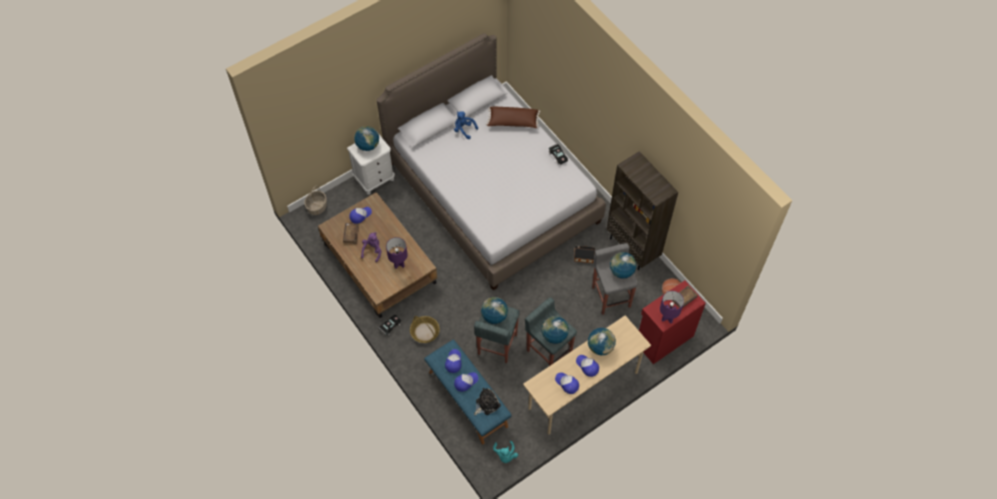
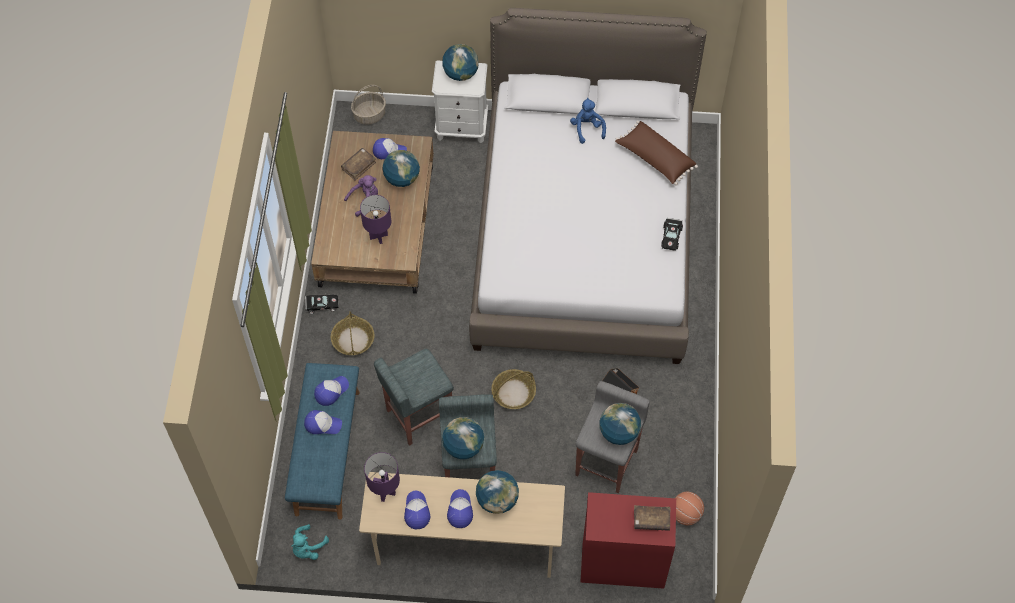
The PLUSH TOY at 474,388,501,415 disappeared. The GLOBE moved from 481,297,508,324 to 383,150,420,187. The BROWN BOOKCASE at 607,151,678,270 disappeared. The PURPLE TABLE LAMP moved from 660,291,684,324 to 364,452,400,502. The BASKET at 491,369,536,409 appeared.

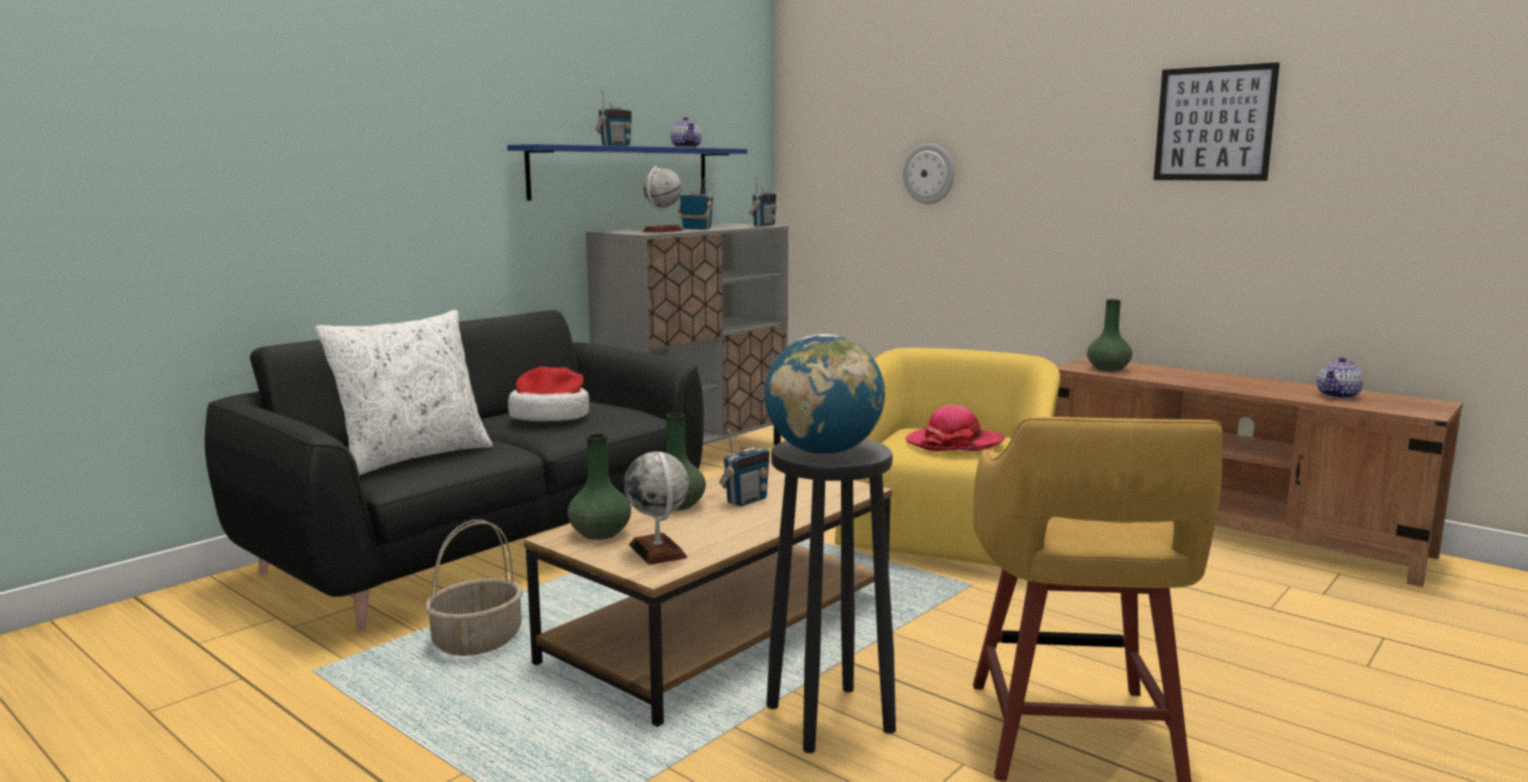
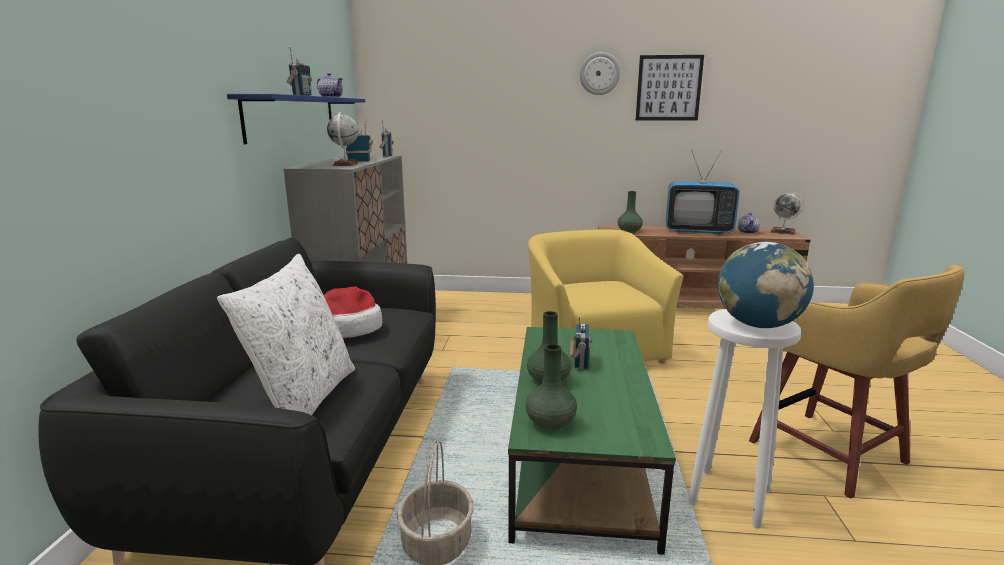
The BROWN COFFEE TABLE at 524,460,892,727 became the GREEN COFFEE TABLE at 508,327,676,555. The GLOBE moved from 624,451,689,565 to 770,192,803,235. The BLACK STOOL at 767,439,896,753 became the WHITE STOOL at 688,309,801,529. The WALL CLOCK moved from 903,143,954,204 to 580,52,620,95. The HAT at 905,405,1005,452 disappeared. The TELEVISION at 666,150,740,234 appeared.

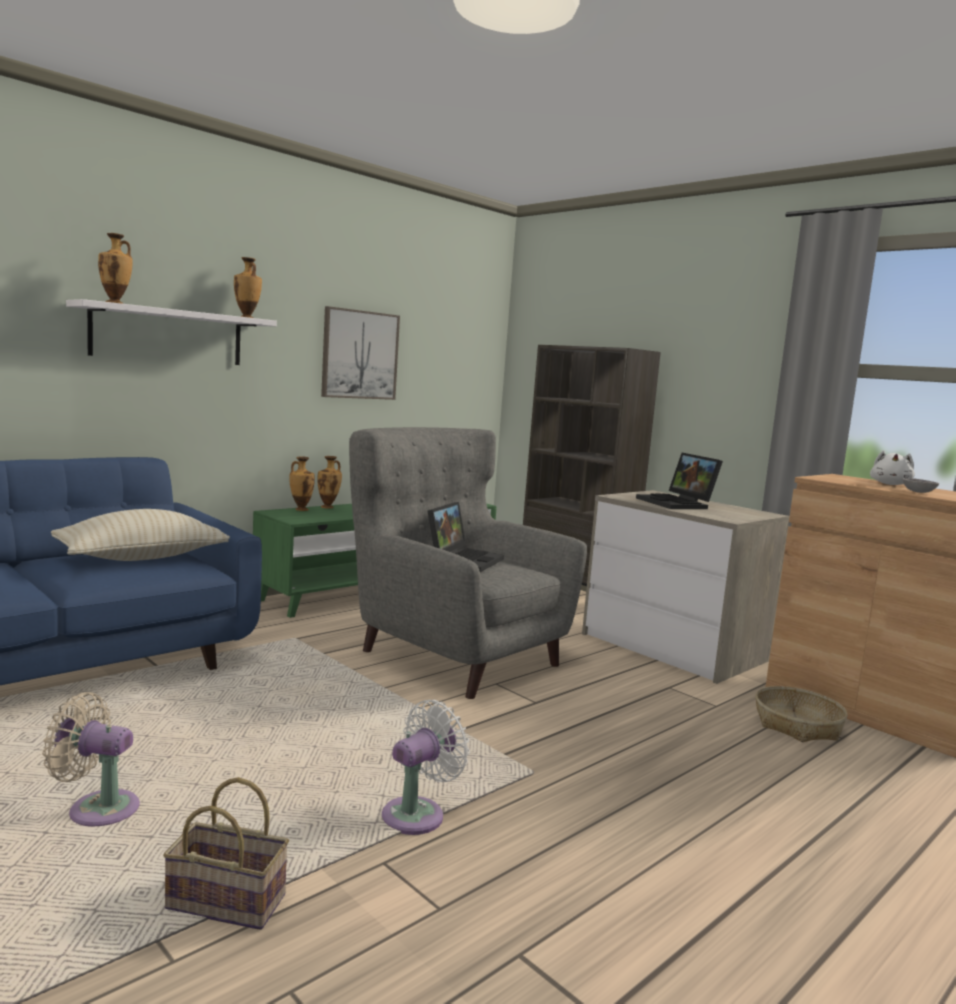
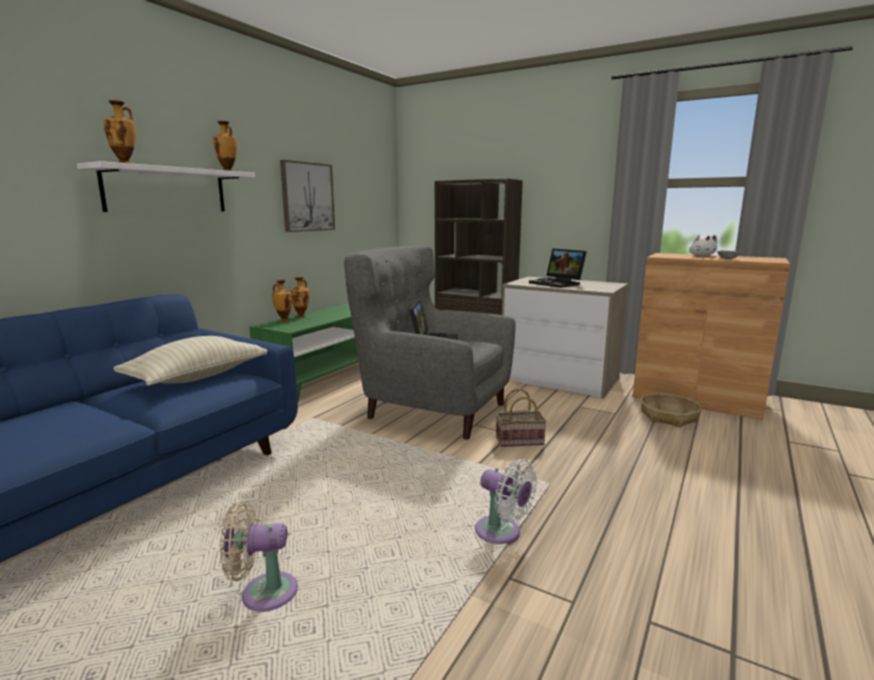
The BASKET moved from 163,777,289,930 to 496,389,547,447. The WHITE FAN at 382,700,470,835 turned 105 degrees clockwise.

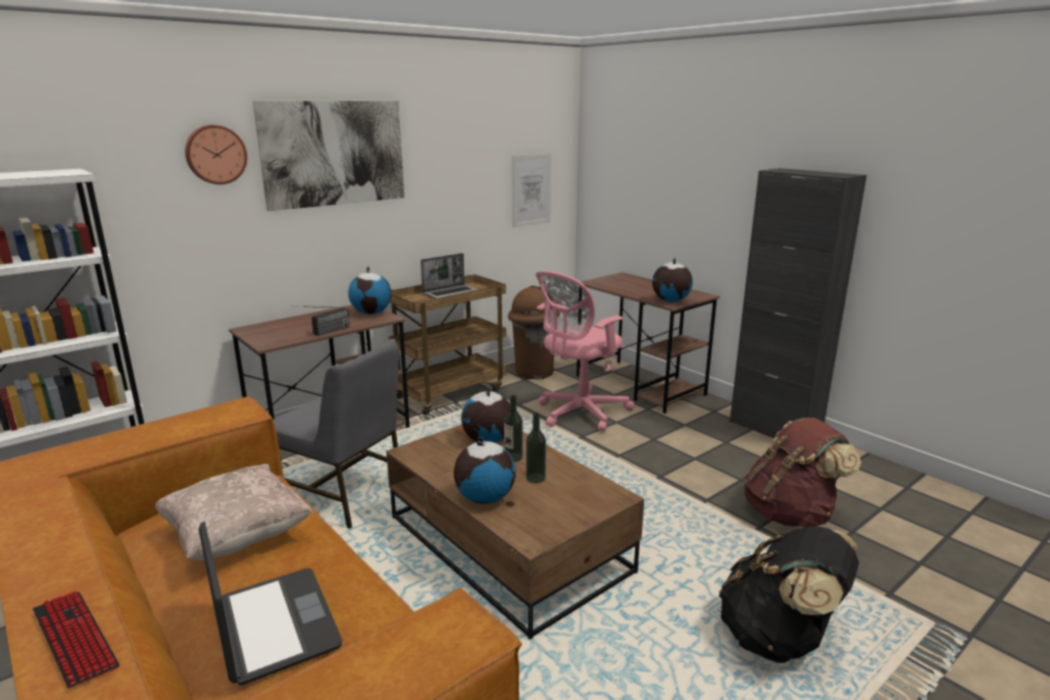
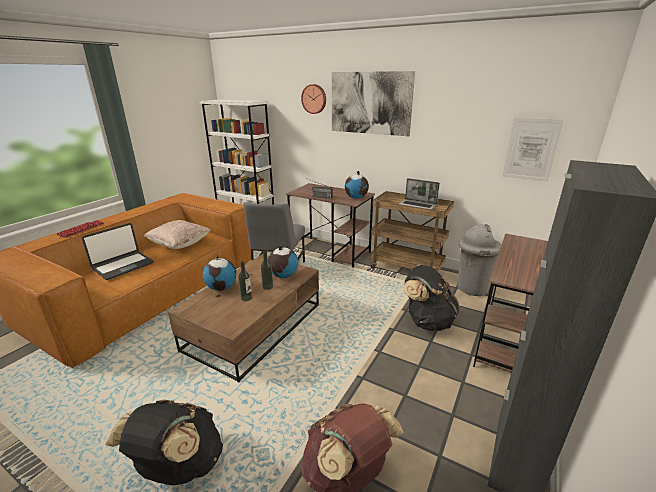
The BROWN TRASH CAN at 508,286,559,379 became the GREY TRASH CAN at 457,224,501,296. The PINK OFFICE CHAIR at 536,271,635,432 was replaced by the BLACK BACKPACK at 403,265,459,331. The GLOBE at 652,258,693,302 disappeared.

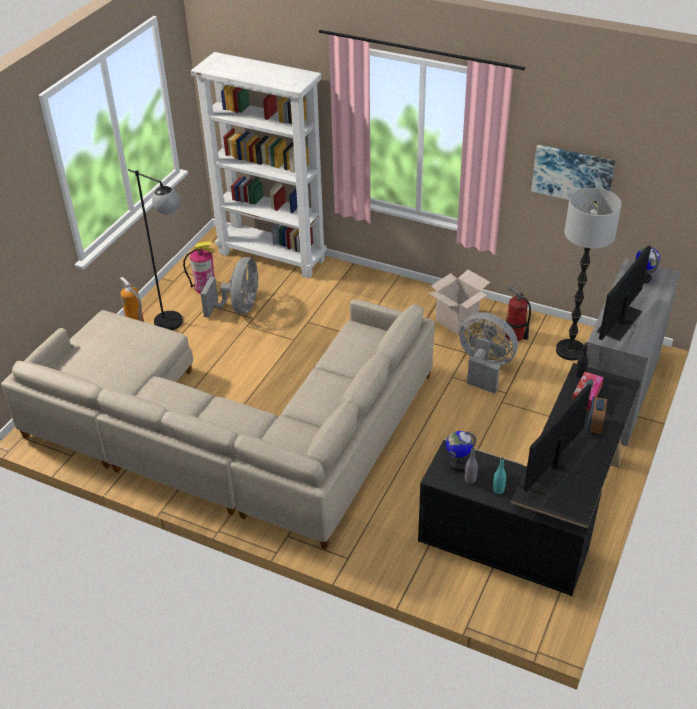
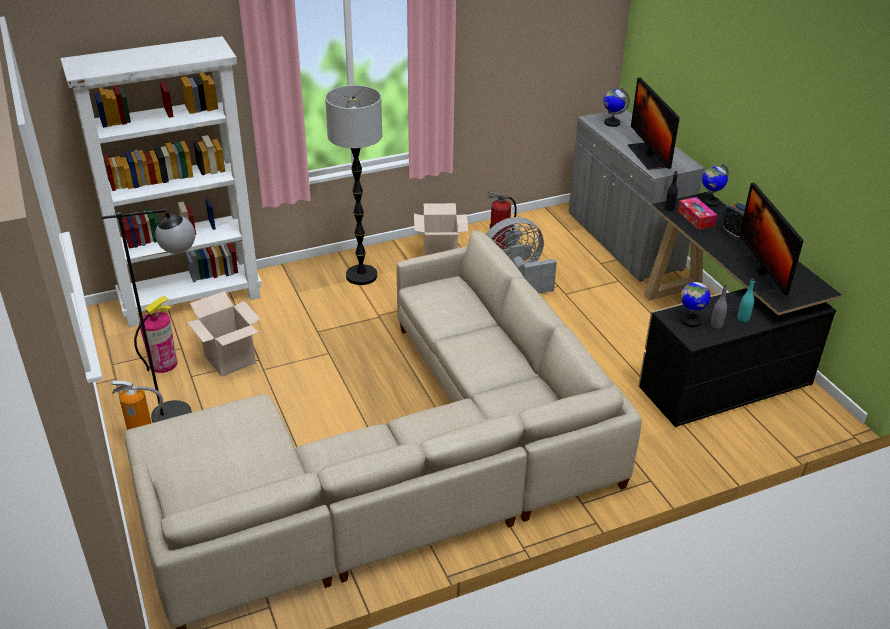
The GREY FAN at 201,257,259,318 was replaced by the CARDBOARD BOX at 188,291,261,377. The PICTURE at 531,145,615,200 disappeared. The FLOOR LAMP moved from 556,188,622,360 to 325,85,382,285. The GLOBE at 702,164,729,207 appeared.

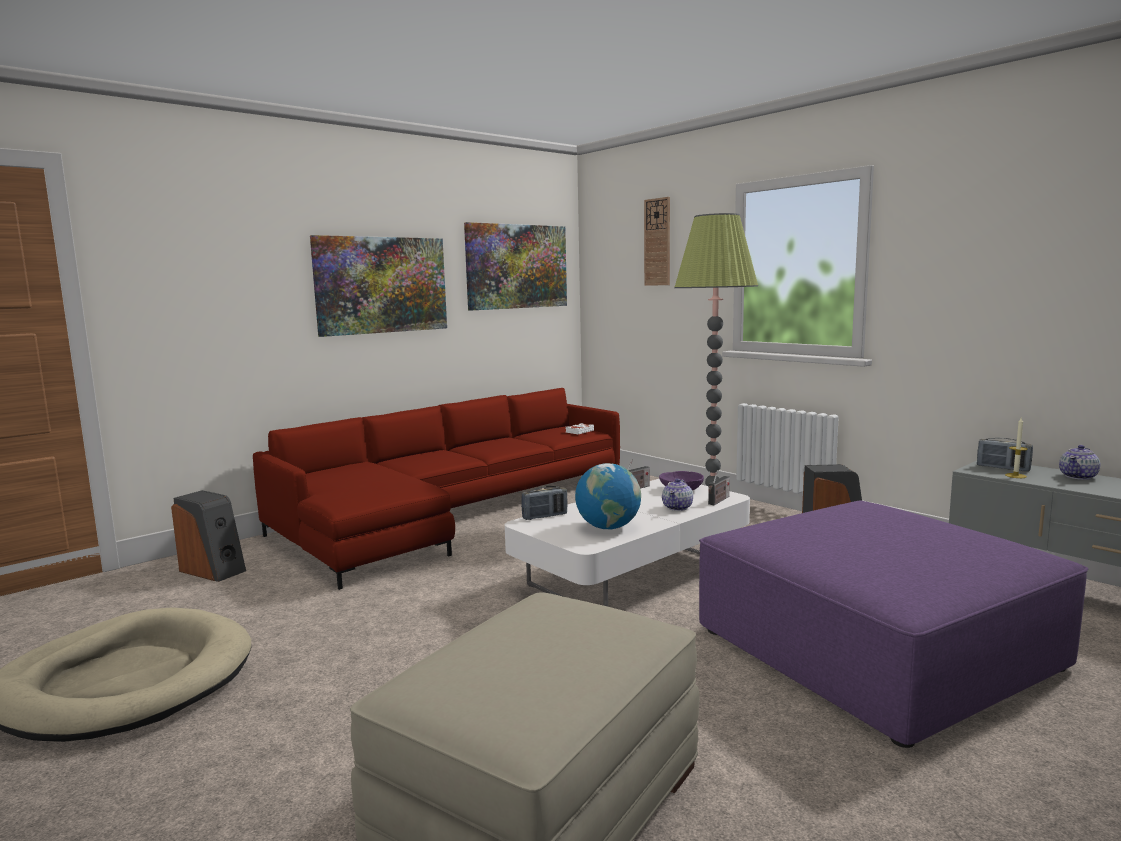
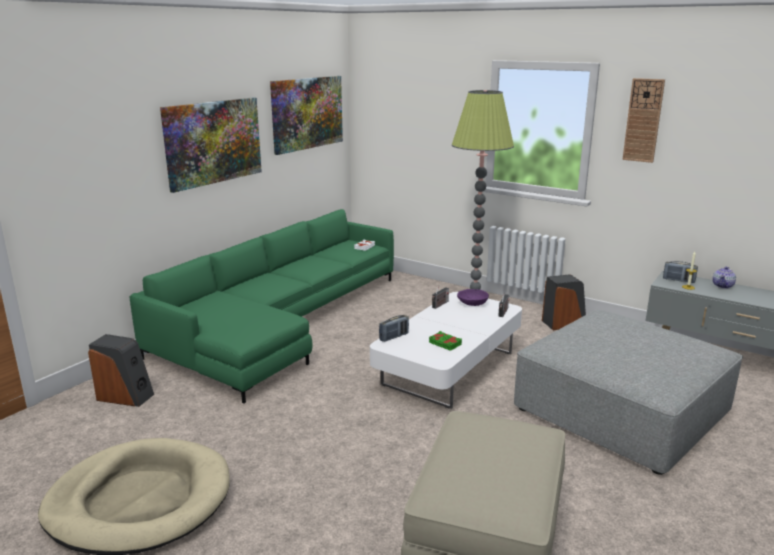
The RED SOFA at 253,388,620,590 became the GREEN SOFA at 130,209,394,404. The GLOBE at 575,463,641,529 was replaced by the GREEN BOOK at 429,331,462,351. The WALL CLOCK moved from 644,197,670,286 to 622,78,665,163. The TEAPOT at 662,478,693,511 disappeared. The PURPLE OTTOMAN at 699,501,1088,748 became the GREY OTTOMAN at 514,310,743,475.

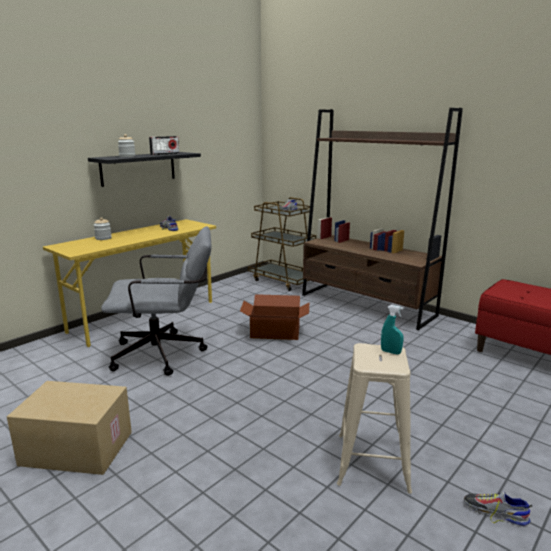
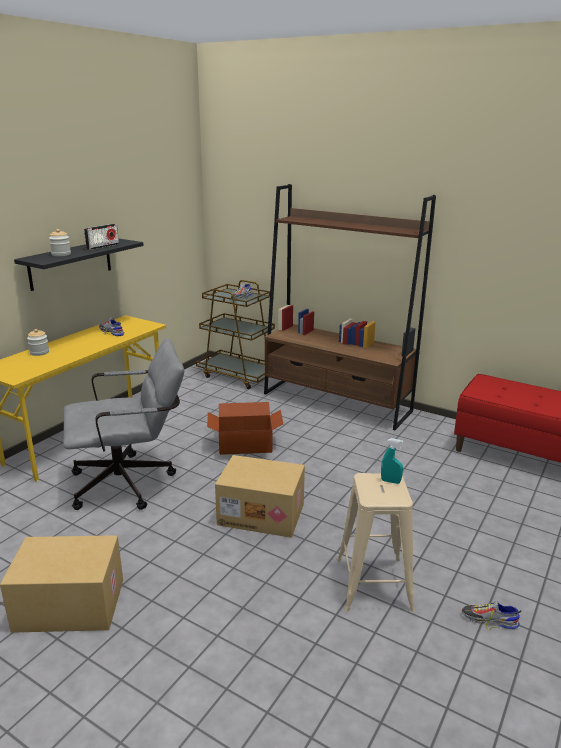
The CARDBOARD BOX at 215,455,305,538 appeared.

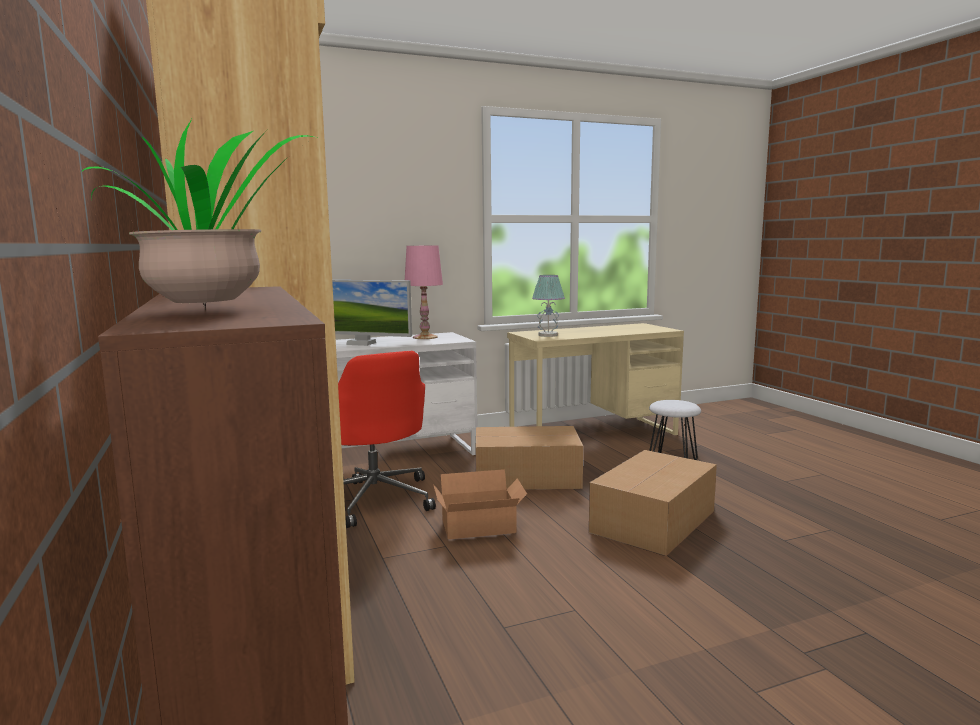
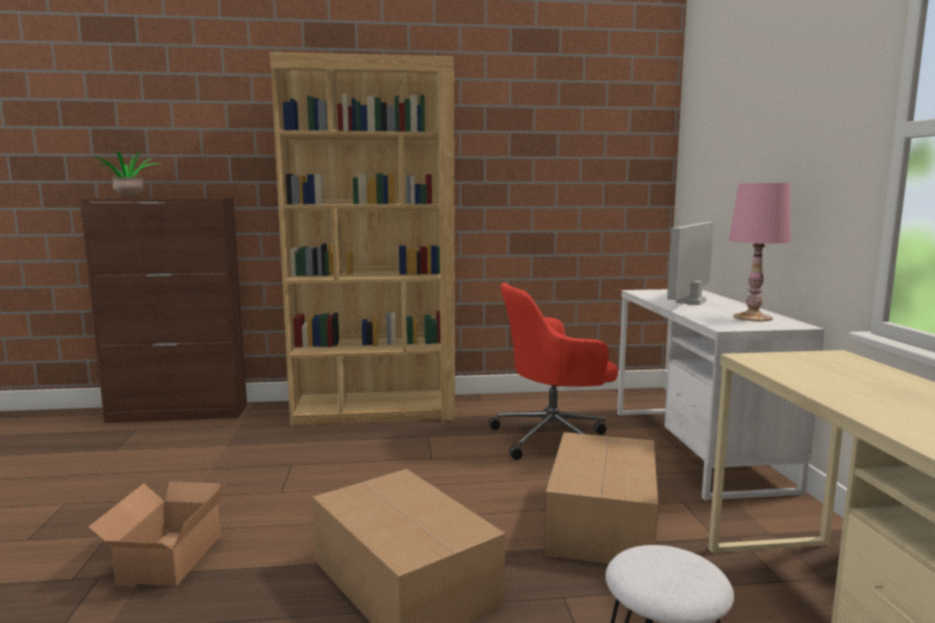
The CARDBOARD BOX moved from 433,469,527,539 to 89,481,227,586. The TABLE LAMP at 532,275,565,337 disappeared.

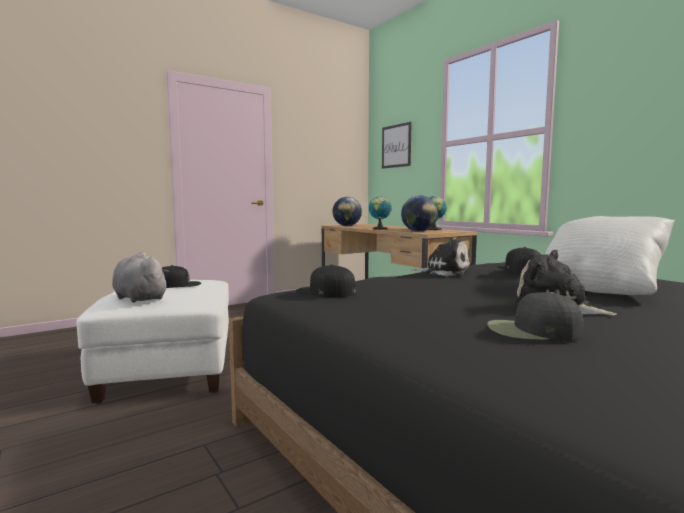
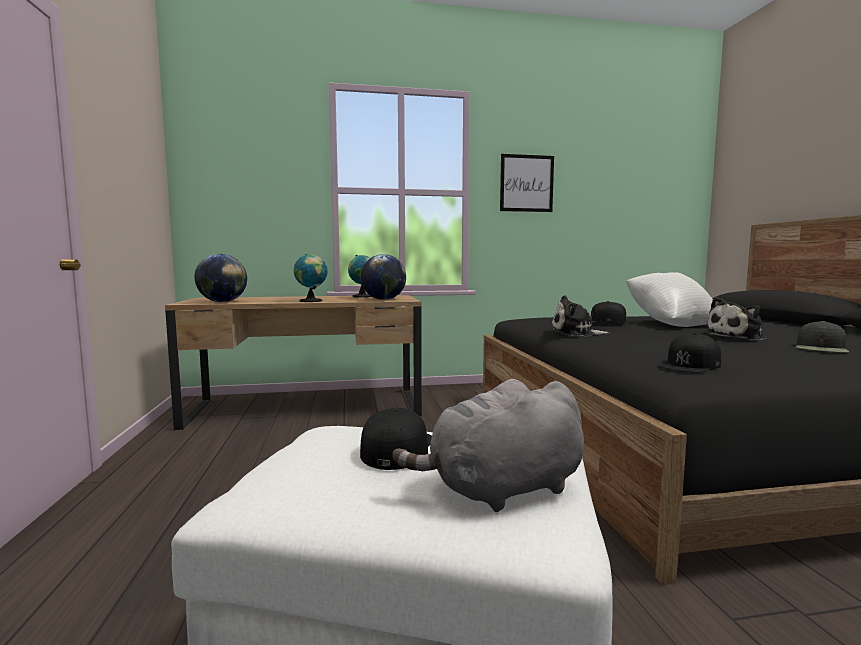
The PICTURE moved from 382,122,412,169 to 500,154,554,212. The PLUSH TOY at 410,237,469,276 turned 135 degrees counterclockwise.

